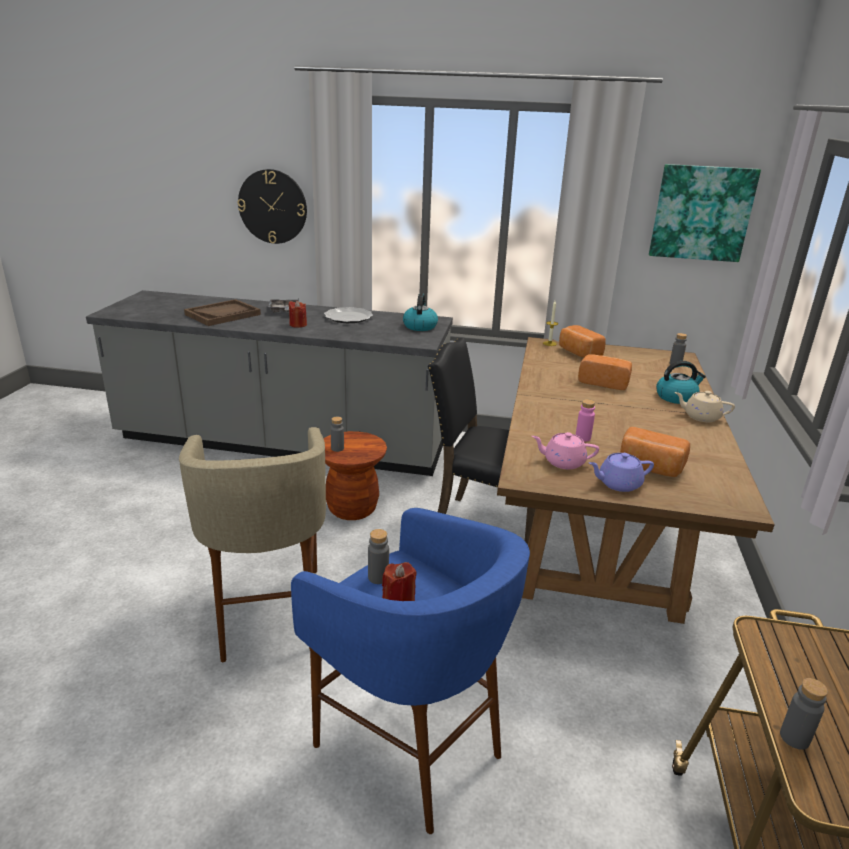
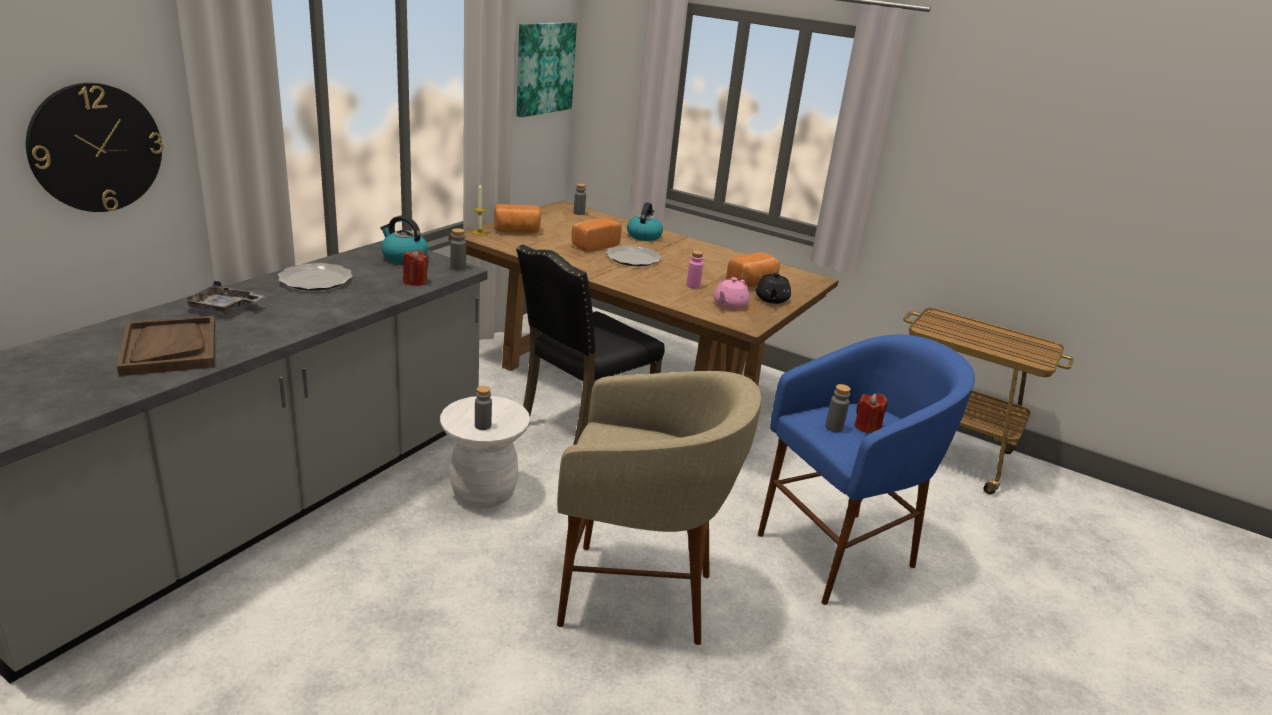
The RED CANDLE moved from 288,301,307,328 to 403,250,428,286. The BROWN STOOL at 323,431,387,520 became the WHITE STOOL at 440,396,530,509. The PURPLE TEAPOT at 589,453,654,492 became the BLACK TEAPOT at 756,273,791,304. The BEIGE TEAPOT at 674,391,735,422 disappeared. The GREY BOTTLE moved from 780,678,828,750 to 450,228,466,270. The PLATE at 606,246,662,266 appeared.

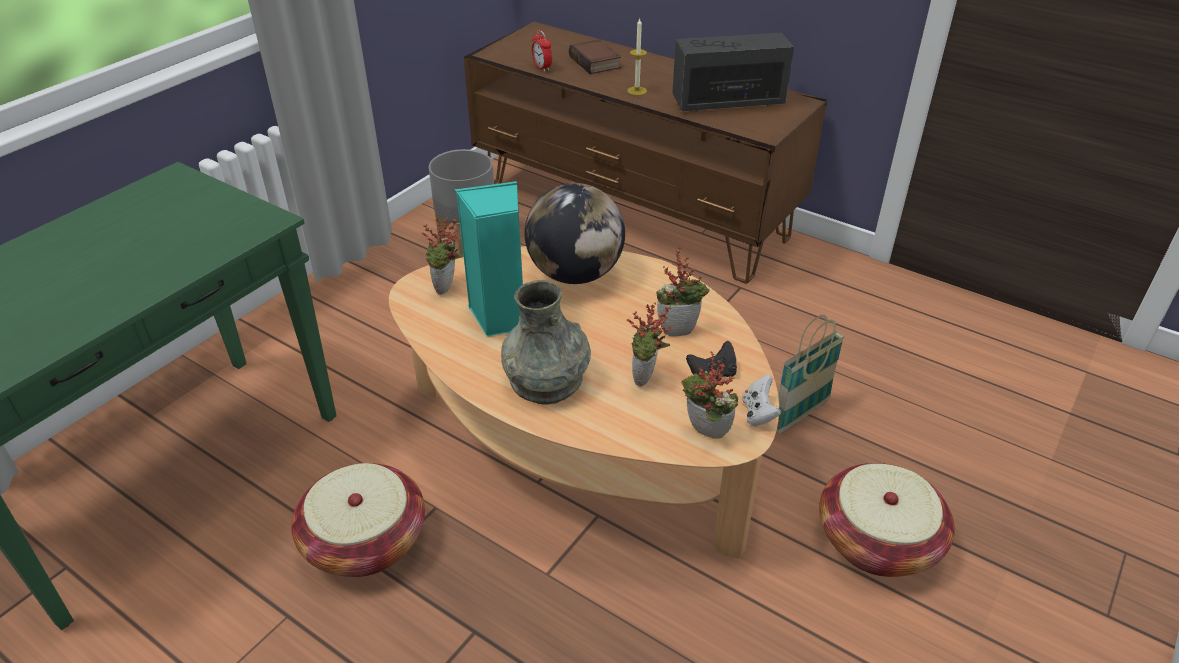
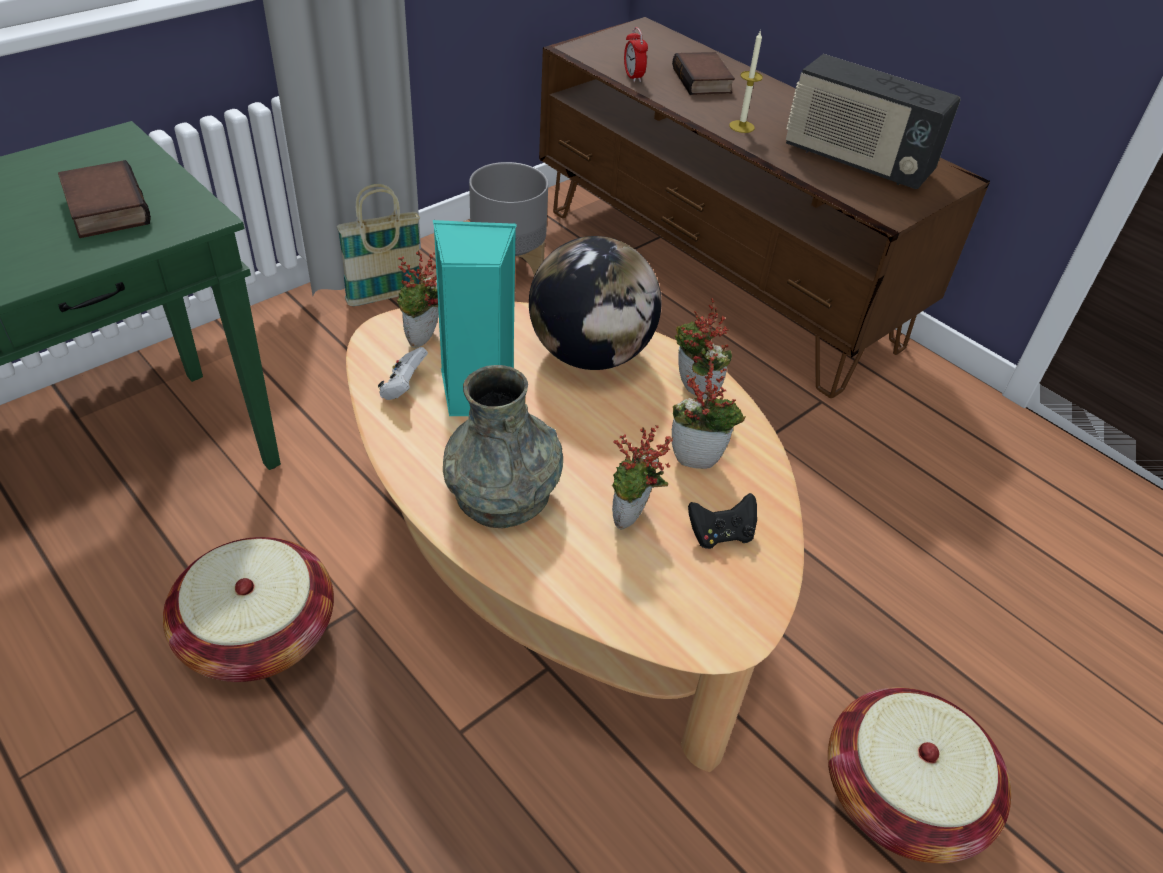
The RADIO at 672,32,794,112 turned 150 degrees counterclockwise. The POTTED PLANT moved from 681,351,738,439 to 675,298,732,399. The WHITE GAME CONTROLLER moved from 742,375,782,426 to 378,347,428,400. The BASKET moved from 777,315,845,433 to 336,184,420,306. The BOOK at 58,160,151,238 appeared.

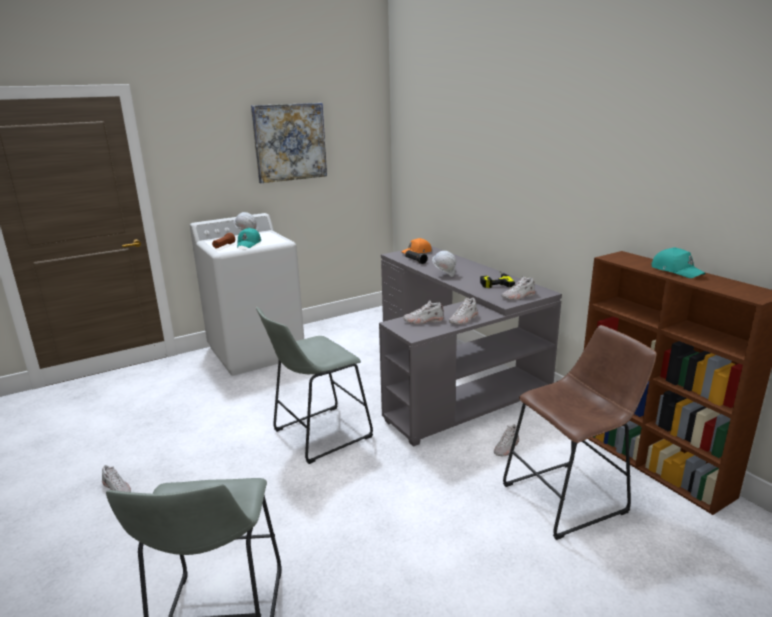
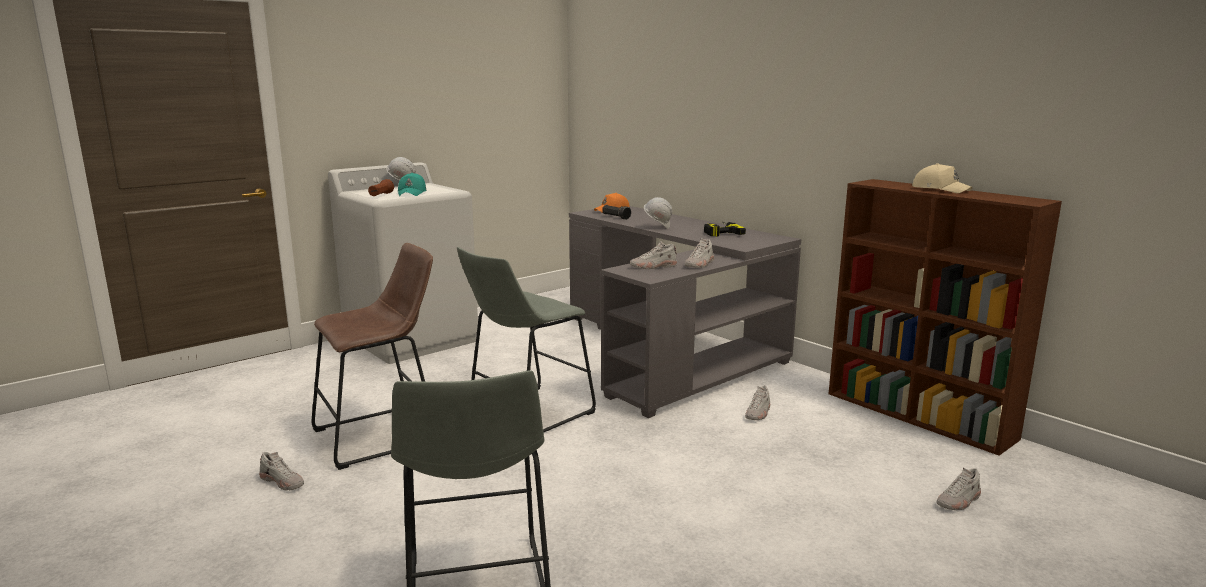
The PICTURE at 251,103,327,183 disappeared. The WHITE SHOE moved from 502,276,535,300 to 937,468,981,510. The BROWN STOOL moved from 503,325,657,540 to 312,243,433,470. The TURQUOISE CAP at 651,247,705,278 became the BEIGE CAP at 912,163,972,193.

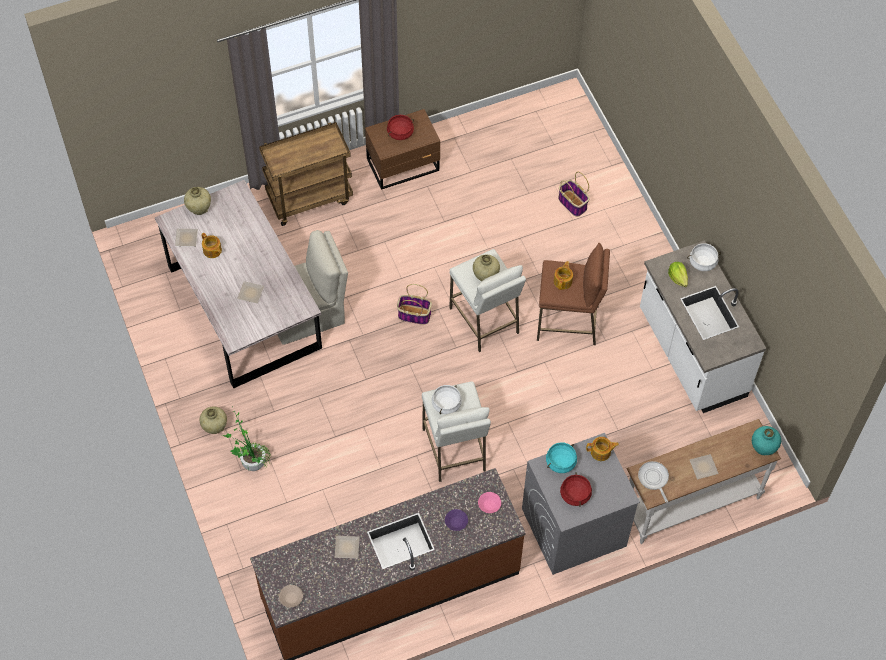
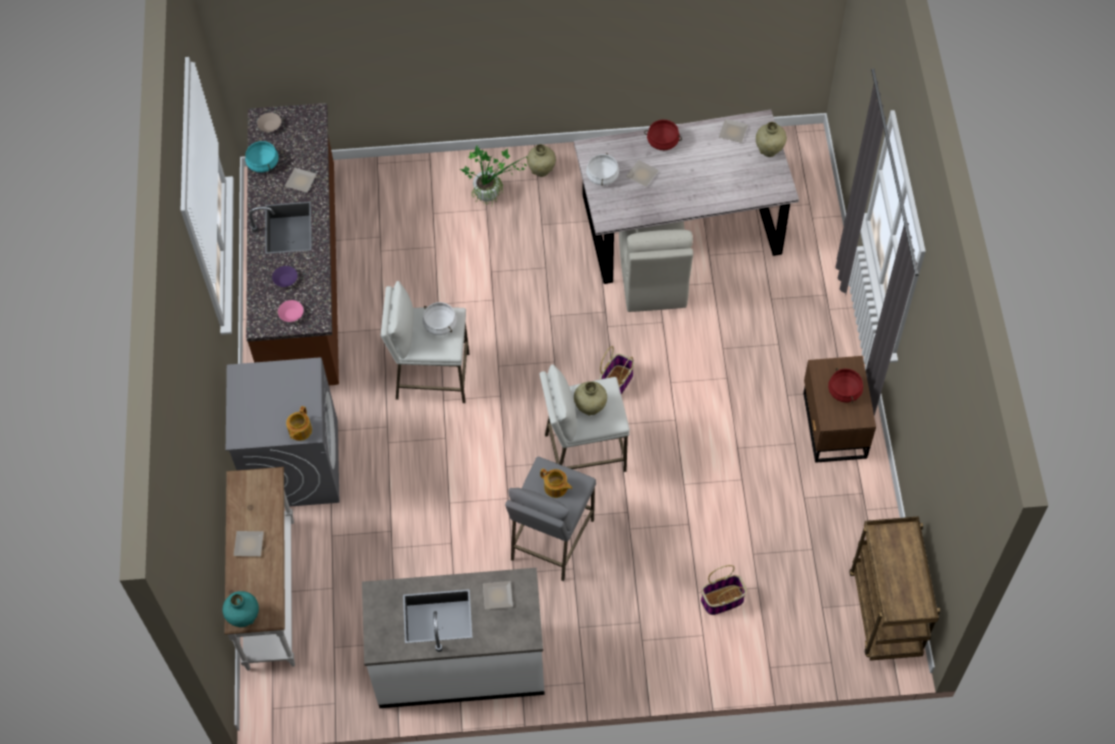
The TEAPOT at 201,233,222,258 disappeared. The BROWN CART moved from 259,122,353,226 to 849,516,940,661. The BROWN STOOL at 537,243,610,345 became the GREY STOOL at 505,457,596,581. The TURQUOISE COOKING POT moved from 546,442,577,473 to 245,140,279,172. The RED COOKING POT moved from 560,472,592,507 to 644,120,682,150. The FRYING PAN at 638,461,669,503 disappeared. The LETTUCE at 668,262,688,287 was replaced by the PLATE at 483,581,513,609. The WHITE COOKING POT moved from 687,243,721,271 to 586,153,619,185.

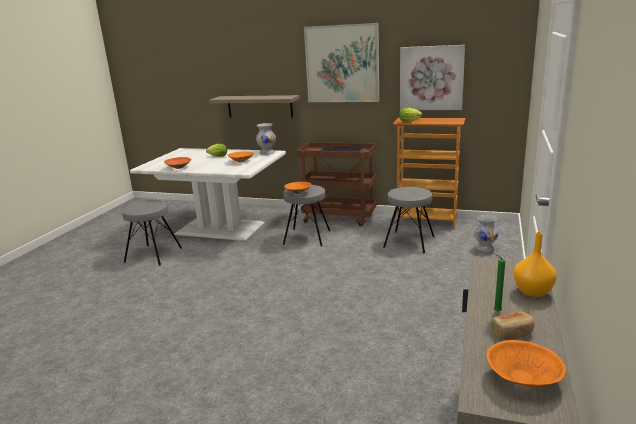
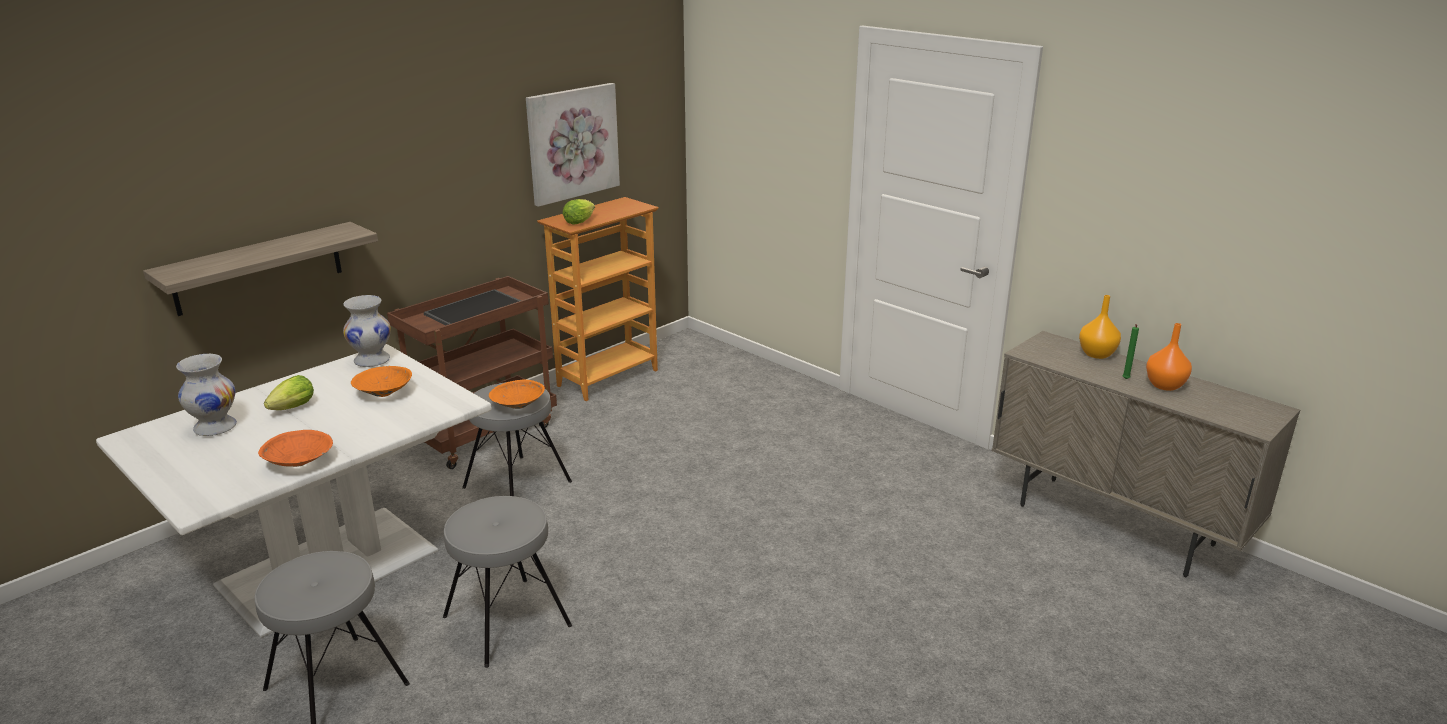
The PICTURE at 304,23,379,102 disappeared. The GREY STOOL moved from 383,187,434,253 to 443,496,572,668. The WHITE VASE moved from 474,215,499,252 to 176,354,237,436. The ORANGE BOWL at 486,340,566,387 disappeared. The BREAD at 491,311,534,340 was replaced by the ORANGE VASE at 1146,323,1192,391.

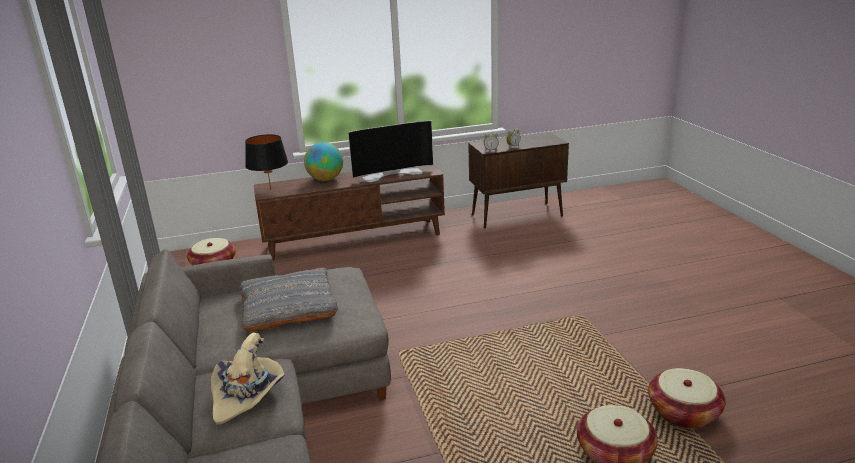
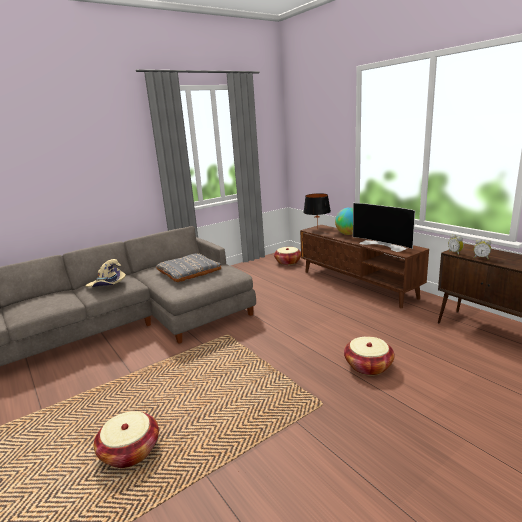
The BASKET moved from 648,368,726,429 to 344,336,395,376.

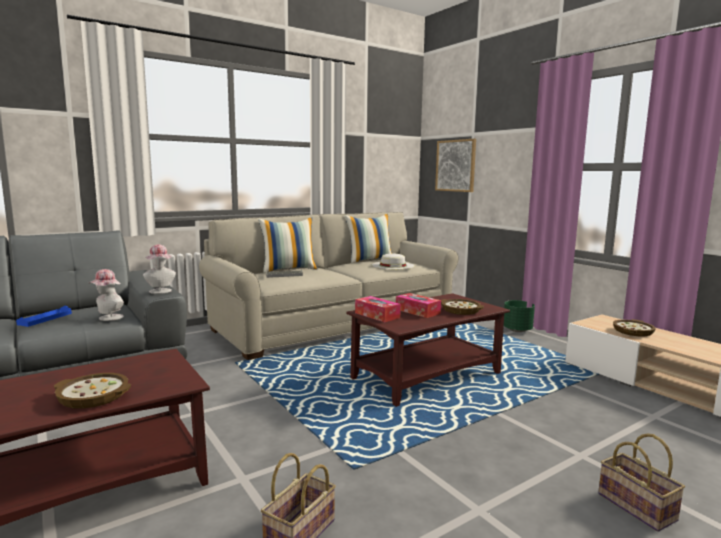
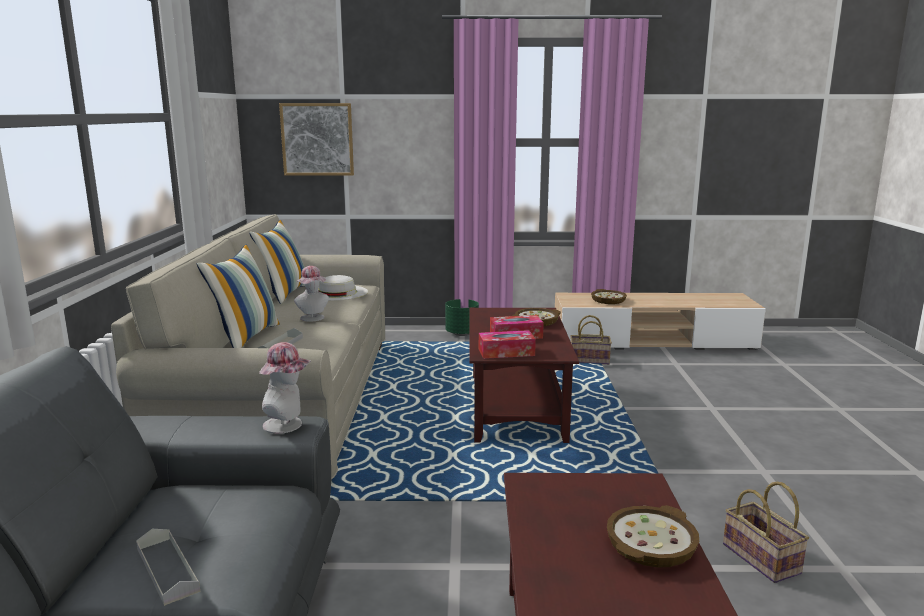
The BLUE TRAY at 16,305,72,327 became the GREY TRAY at 136,529,200,606. The HAT moved from 88,269,124,321 to 294,266,329,321. The BASKET moved from 598,433,685,532 to 570,315,612,365.

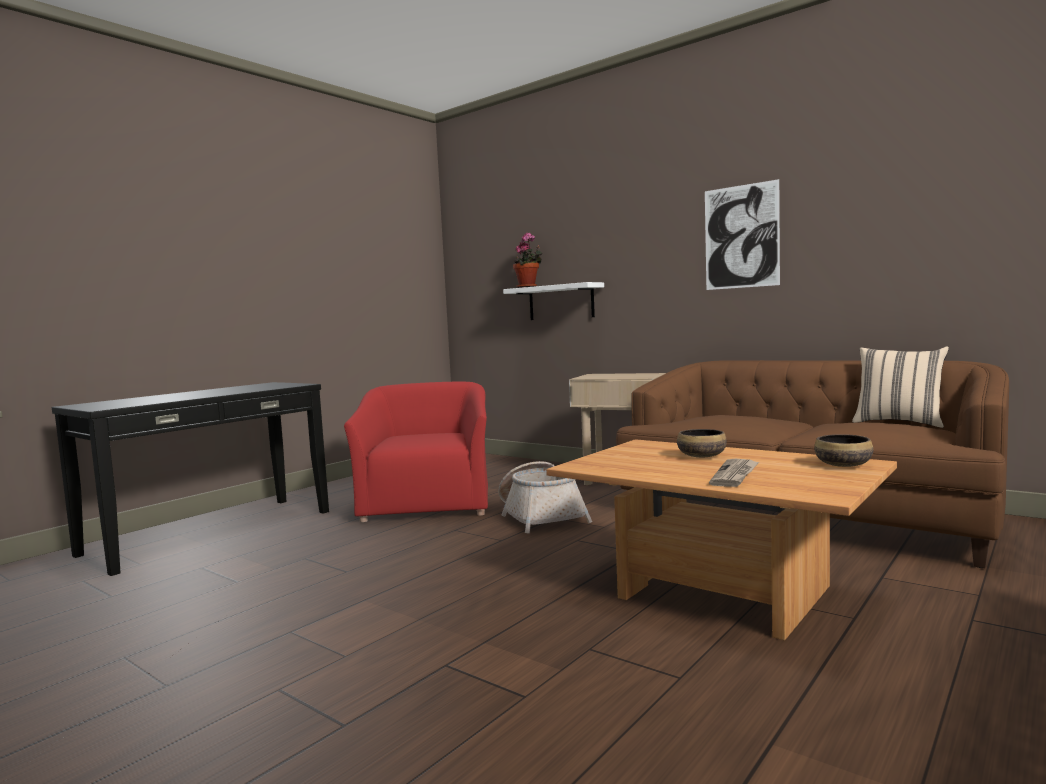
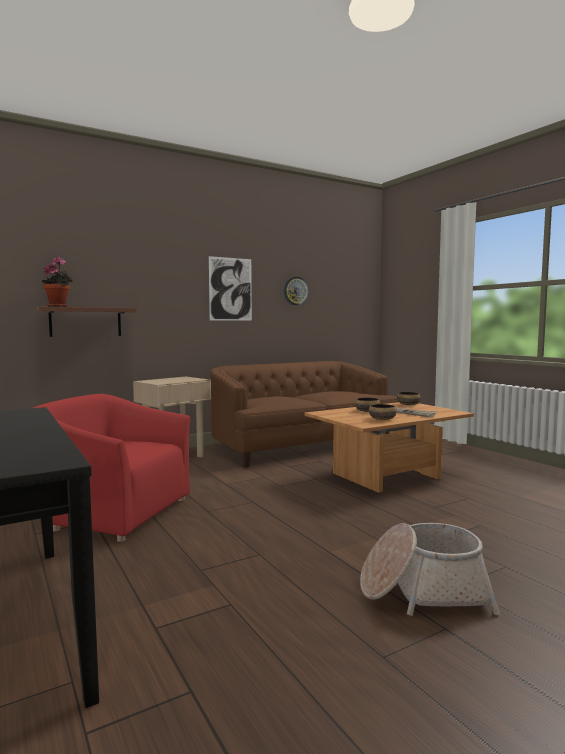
The BASKET moved from 498,461,592,534 to 360,523,500,616. The WHITE SHELF at 503,282,604,320 became the BROWN SHELF at 36,306,137,337. The BEIGE PILLOW at 852,347,949,428 disappeared. The WALL CLOCK at 284,277,309,305 appeared. The BOWL at 369,404,397,420 appeared.

